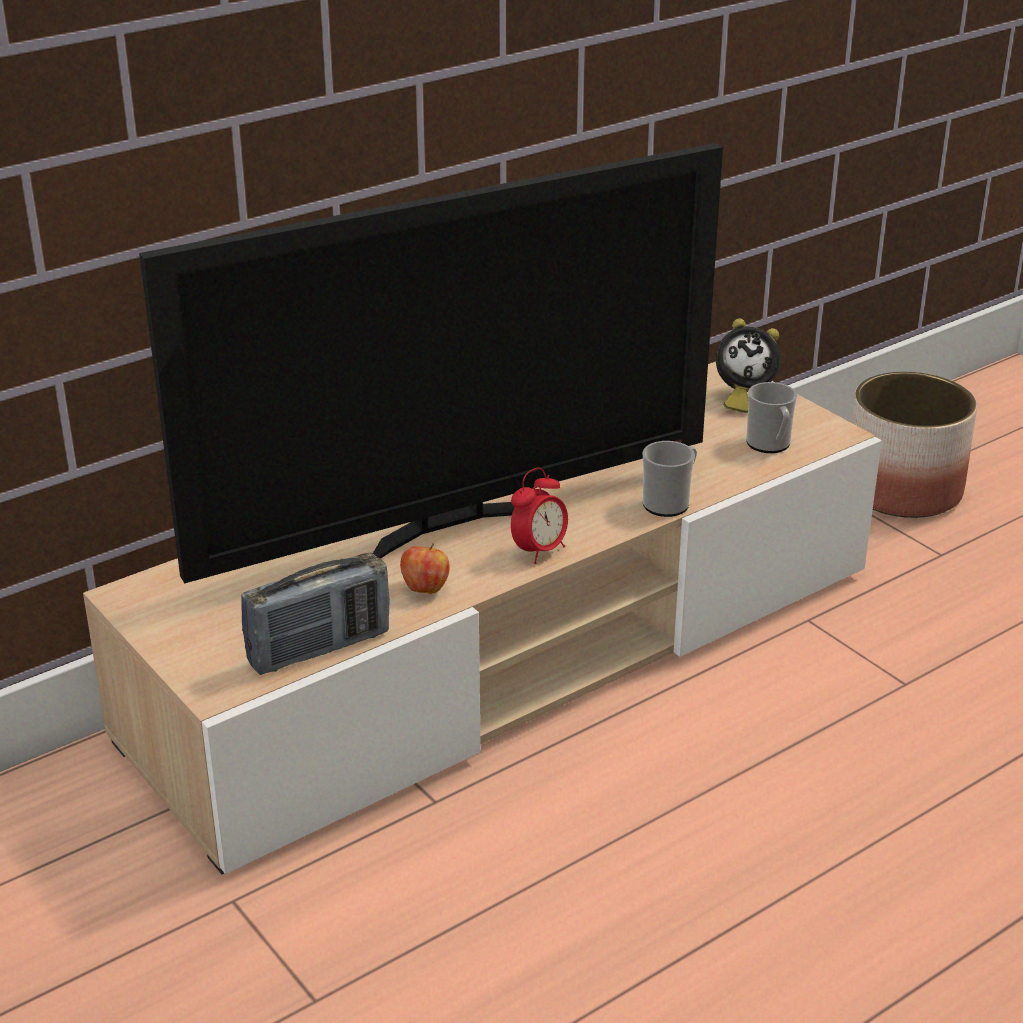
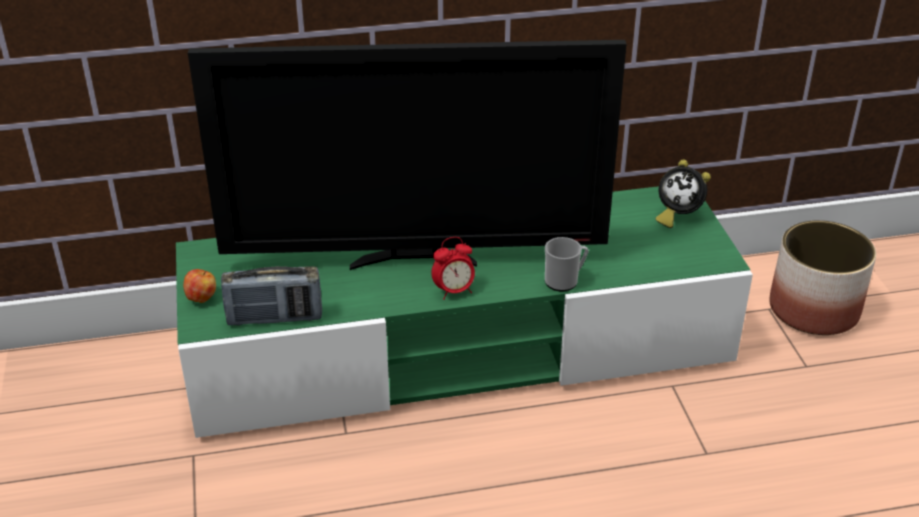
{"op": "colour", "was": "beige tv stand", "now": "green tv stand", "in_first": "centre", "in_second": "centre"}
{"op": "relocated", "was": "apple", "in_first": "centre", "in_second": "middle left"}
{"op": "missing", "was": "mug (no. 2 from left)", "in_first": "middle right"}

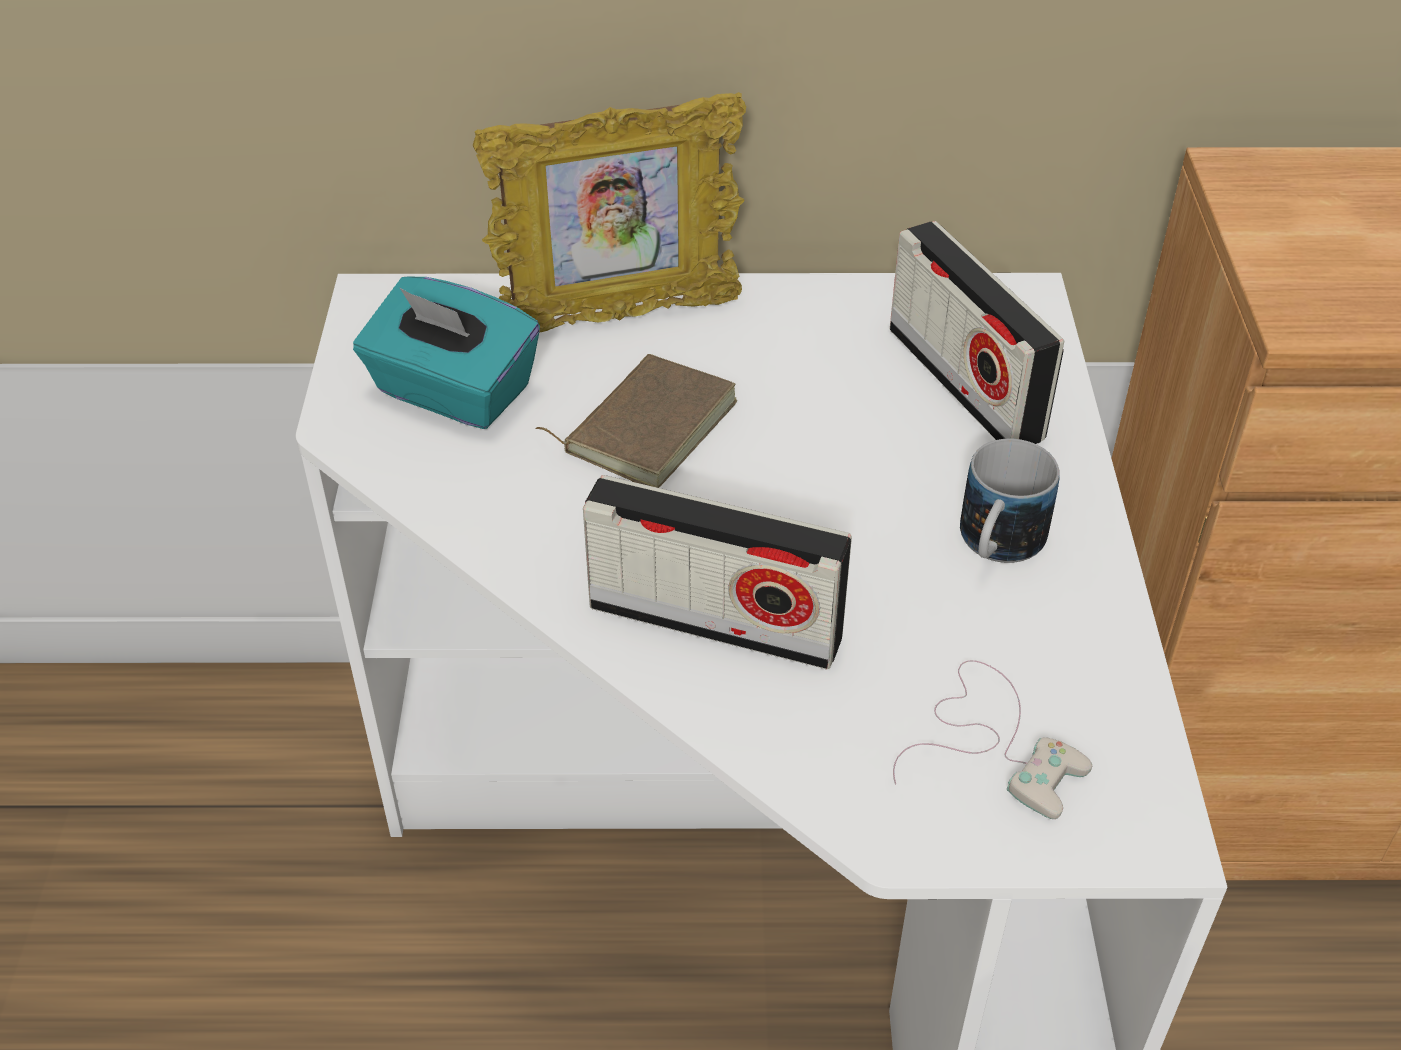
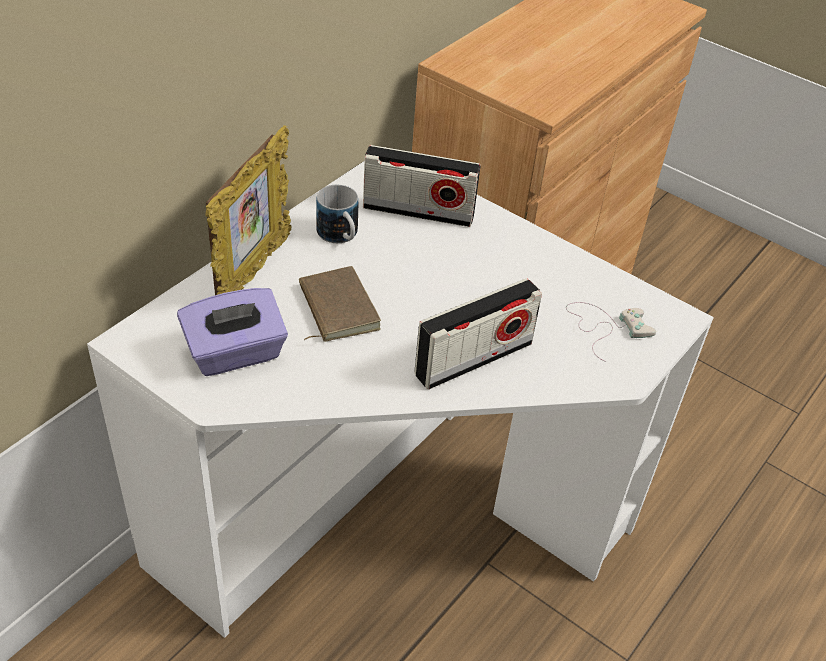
{"op": "colour", "was": "turquoise tissue box", "now": "purple tissue box", "in_first": "middle left", "in_second": "middle left"}
{"op": "relocated", "was": "mug", "in_first": "middle right", "in_second": "top centre"}

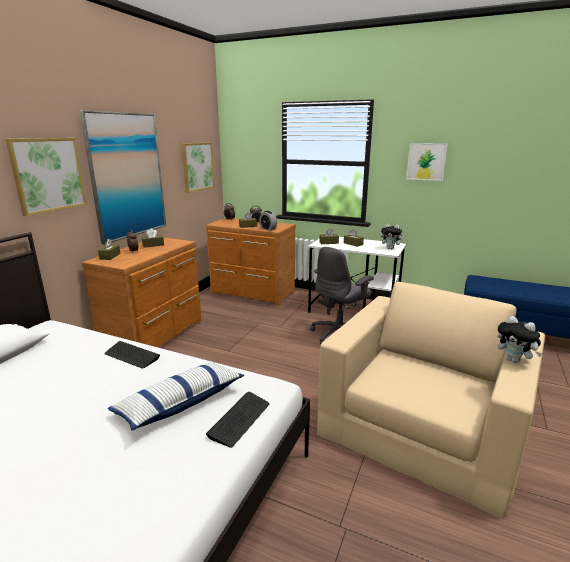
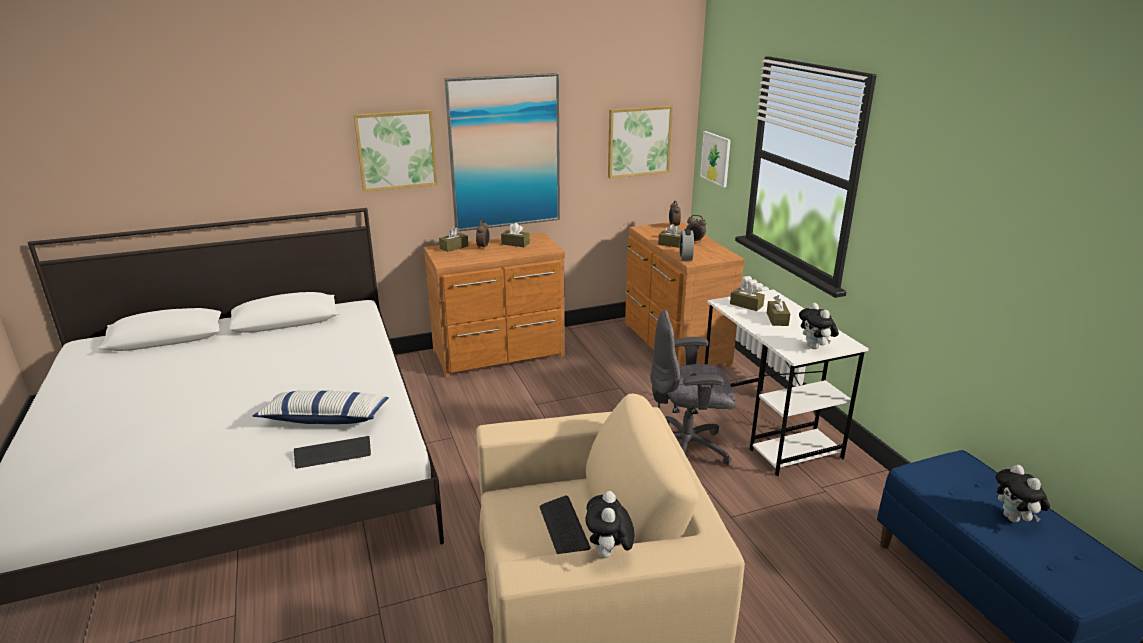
{"op": "relocated", "was": "keyboard (no. 1 from left in the first image)", "now": "keyboard (no. 2 from left)", "in_first": "middle left", "in_second": "bottom centre"}
{"op": "relocated", "was": "picture (no. 4 from left)", "in_first": "top right", "in_second": "top centre"}
{"op": "appeared", "now": "plush toy (no. 3 from left)", "in_second": "bottom right"}

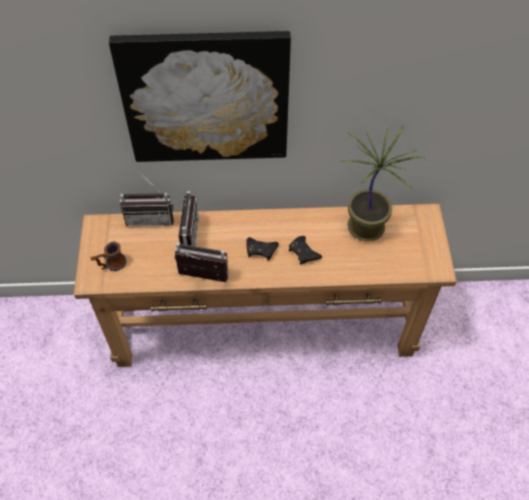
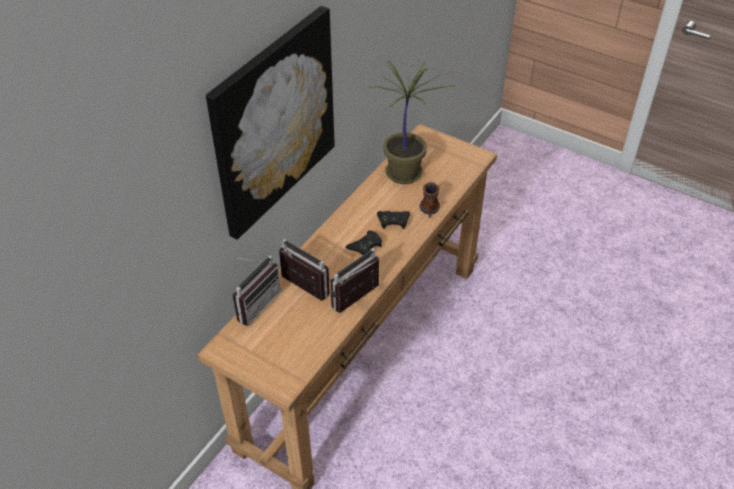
{"op": "relocated", "was": "mug", "in_first": "middle left", "in_second": "centre"}

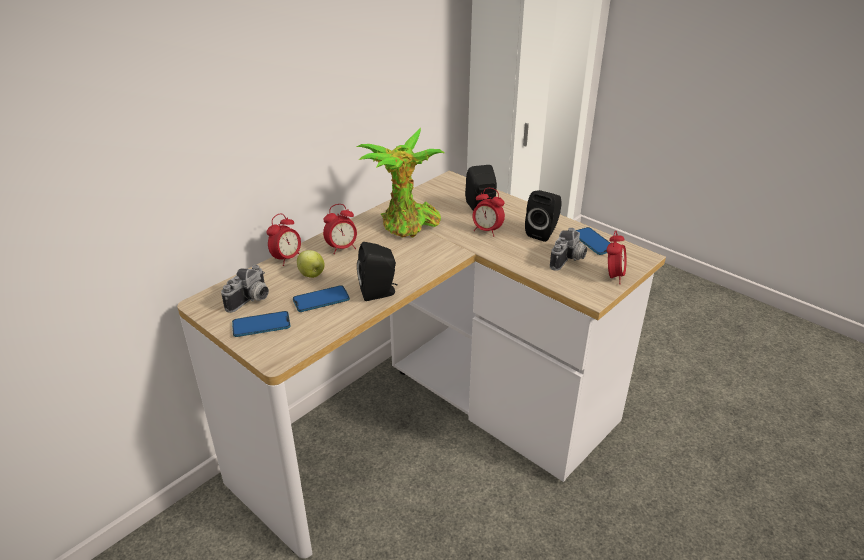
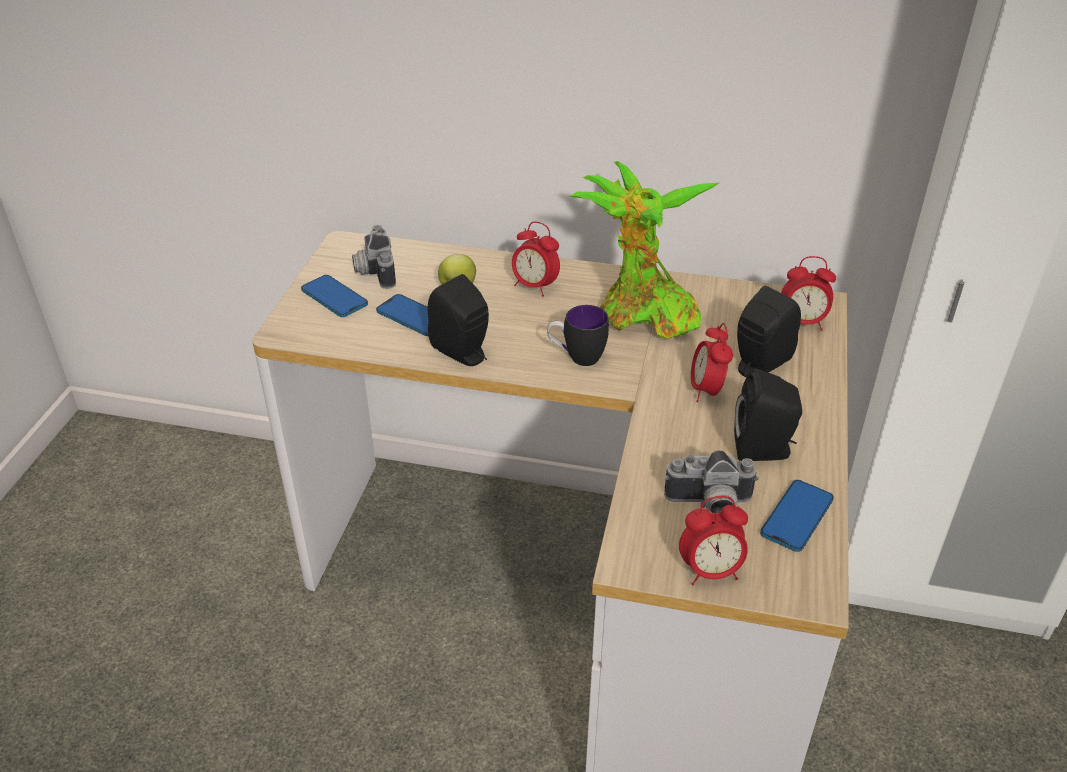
{"op": "spun", "was": "photo camera (no. 1 from left)", "in_first": "middle left", "in_second": "top centre", "clockwise": 75}
{"op": "appeared", "now": "mug", "in_second": "centre"}
{"op": "relocated", "was": "alarm clock (no. 1 from left in the first image)", "now": "alarm clock (no. 4 from left)", "in_first": "middle left", "in_second": "middle right"}

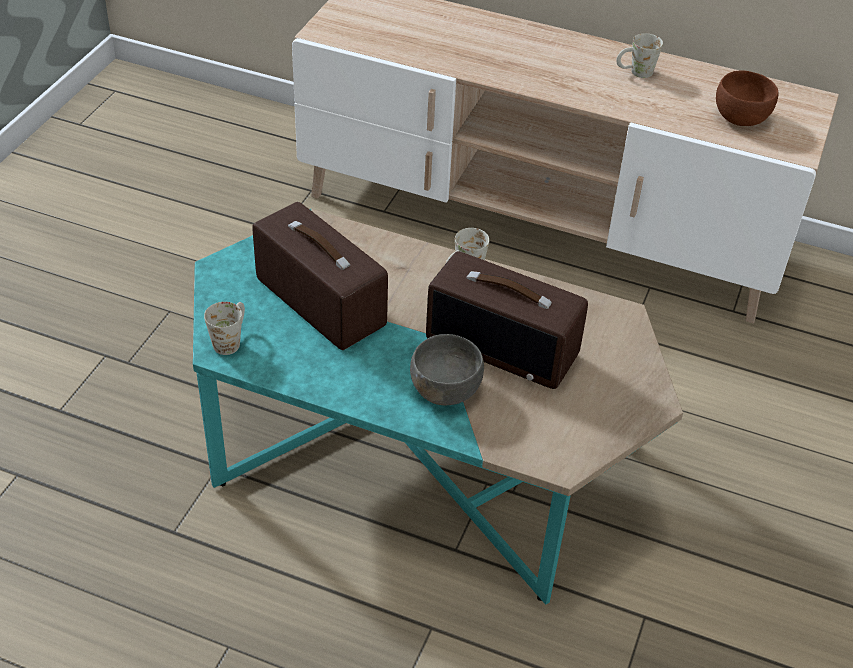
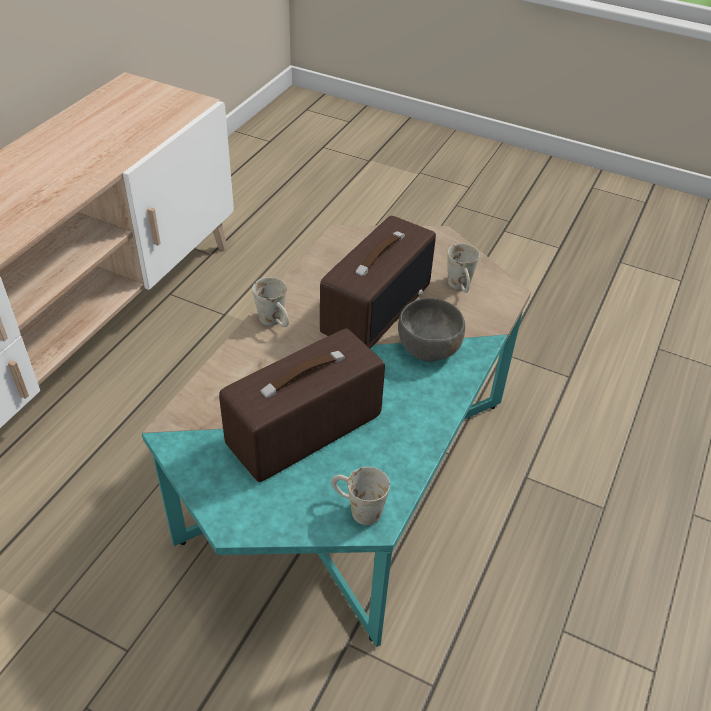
{"op": "relocated", "was": "white mug (no. 3 from left)", "in_first": "top right", "in_second": "centre"}
{"op": "missing", "was": "brown bowl", "in_first": "top right"}

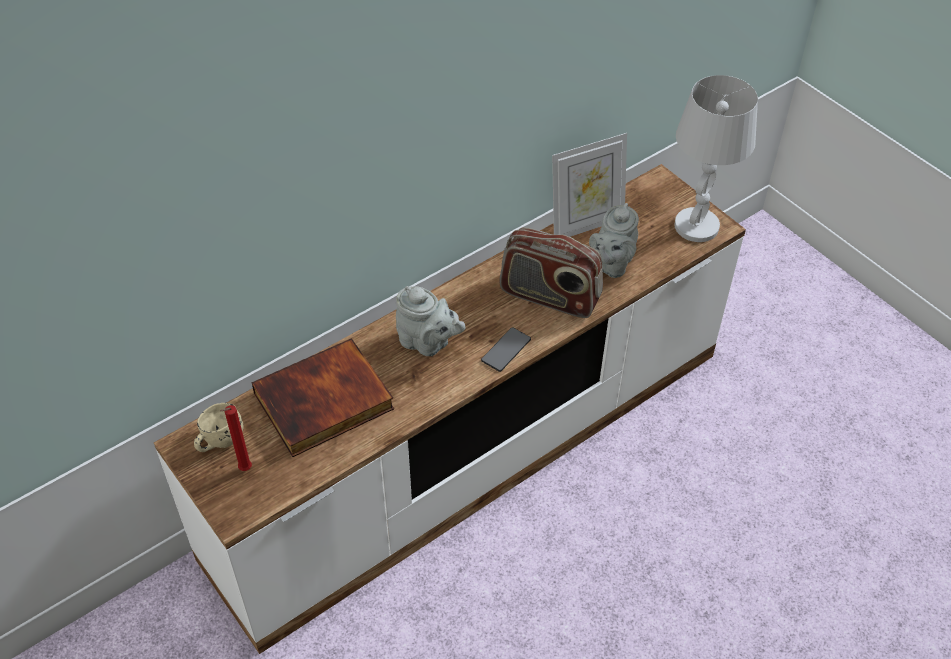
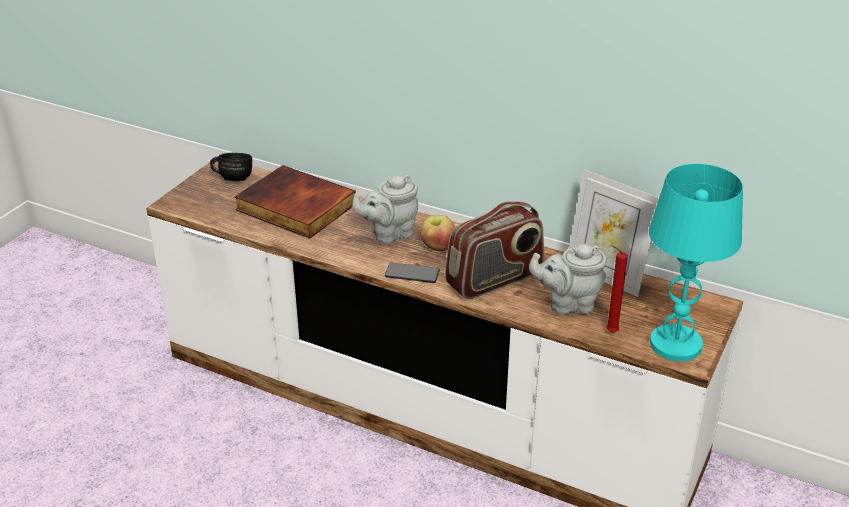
{"op": "colour", "was": "beige mug", "now": "black mug", "in_first": "middle left", "in_second": "top left"}
{"op": "spun", "was": "grey teapot (no. 1 from left)", "in_first": "centre", "in_second": "centre", "clockwise": 60}
{"op": "appeared", "now": "apple", "in_second": "centre"}
{"op": "spun", "was": "radio", "in_first": "centre", "in_second": "centre", "clockwise": -120}
{"op": "relocated", "was": "red candle", "in_first": "middle left", "in_second": "middle right"}
{"op": "colour", "was": "white table lamp", "now": "turquoise table lamp", "in_first": "top right", "in_second": "middle right"}

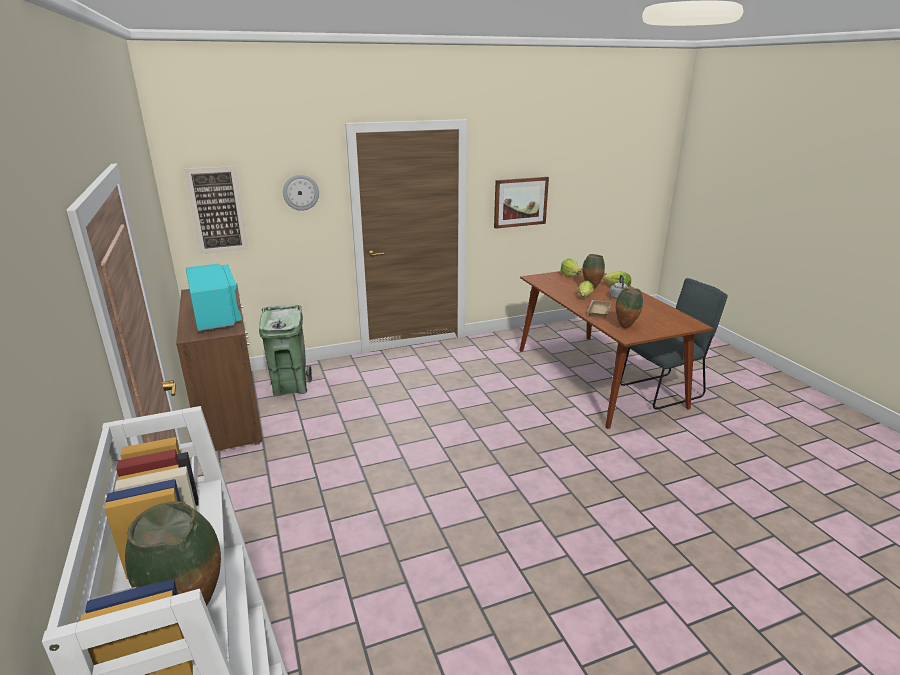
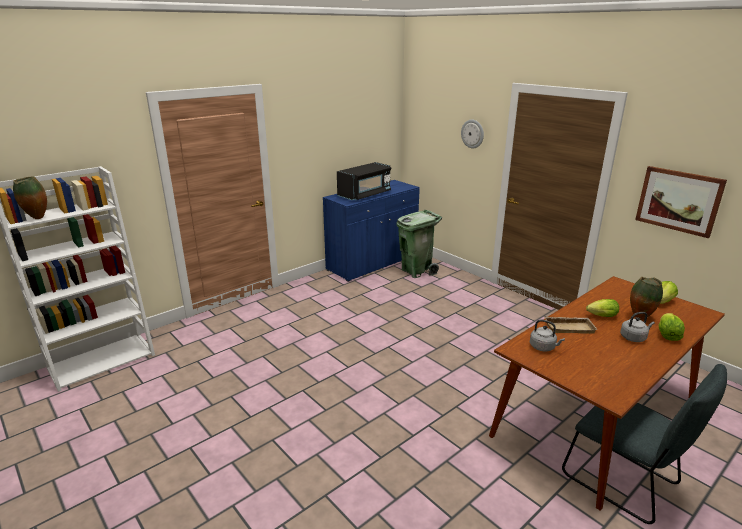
{"op": "colour", "was": "brown cabinet", "now": "blue cabinet", "in_first": "middle left", "in_second": "centre"}
{"op": "colour", "was": "turquoise microwave", "now": "black microwave", "in_first": "middle left", "in_second": "centre"}
{"op": "exchanged", "was": "vase (no. 3 from left)", "now": "grey kettle (no. 1 from left)", "in_first": "middle right", "in_second": "middle right"}
{"op": "missing", "was": "picture (no. 1 from left)", "in_first": "top left"}

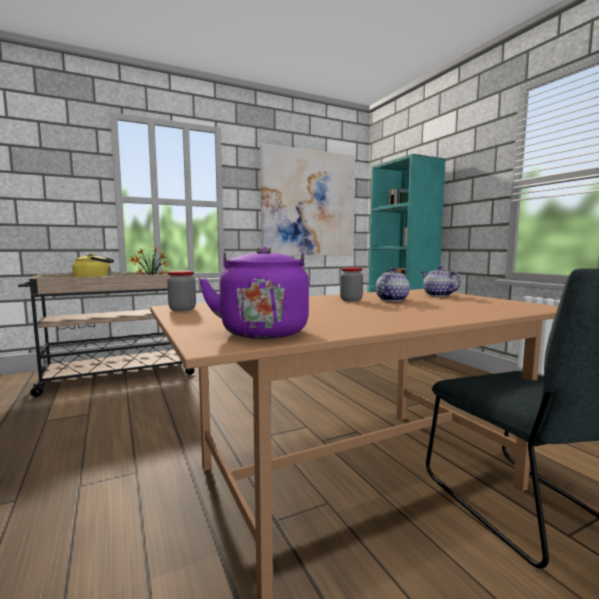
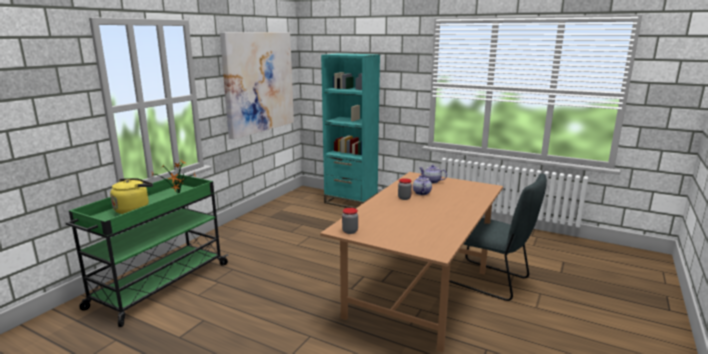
{"op": "colour", "was": "beige cart", "now": "green cart", "in_first": "middle left", "in_second": "bottom left"}
{"op": "missing", "was": "purple kettle", "in_first": "centre"}

